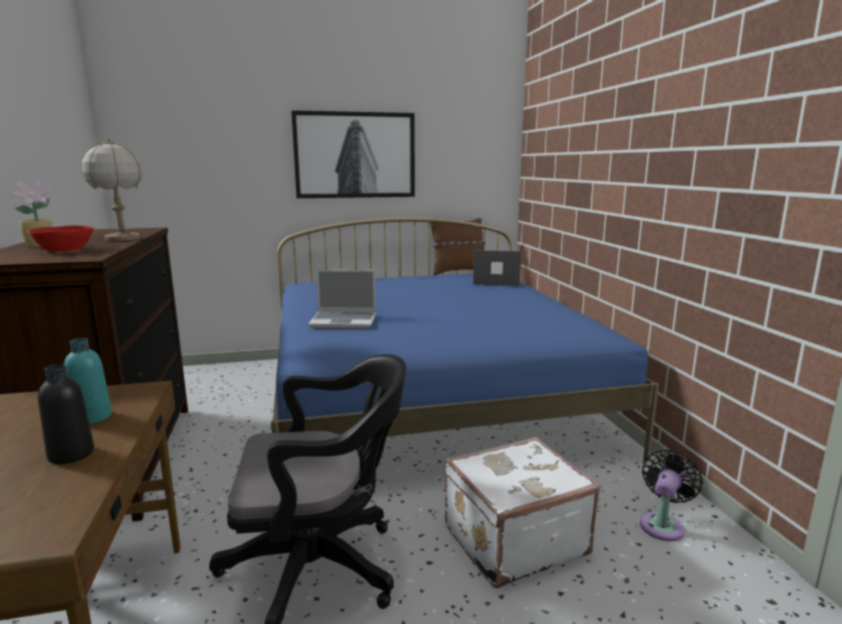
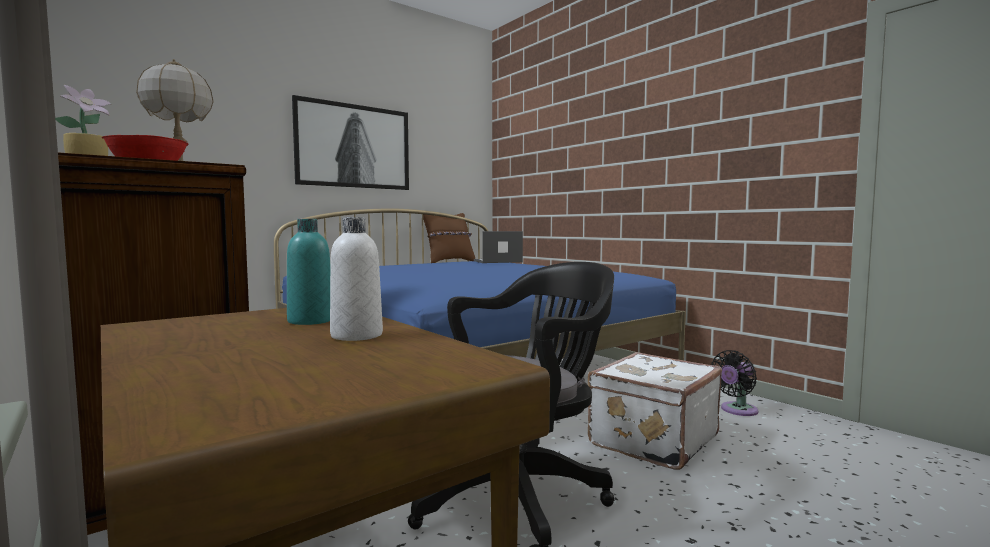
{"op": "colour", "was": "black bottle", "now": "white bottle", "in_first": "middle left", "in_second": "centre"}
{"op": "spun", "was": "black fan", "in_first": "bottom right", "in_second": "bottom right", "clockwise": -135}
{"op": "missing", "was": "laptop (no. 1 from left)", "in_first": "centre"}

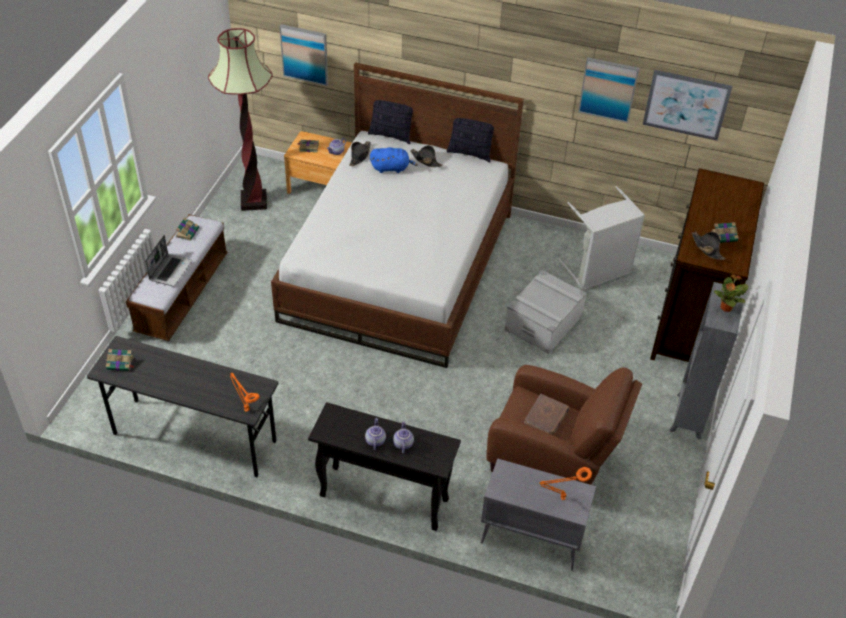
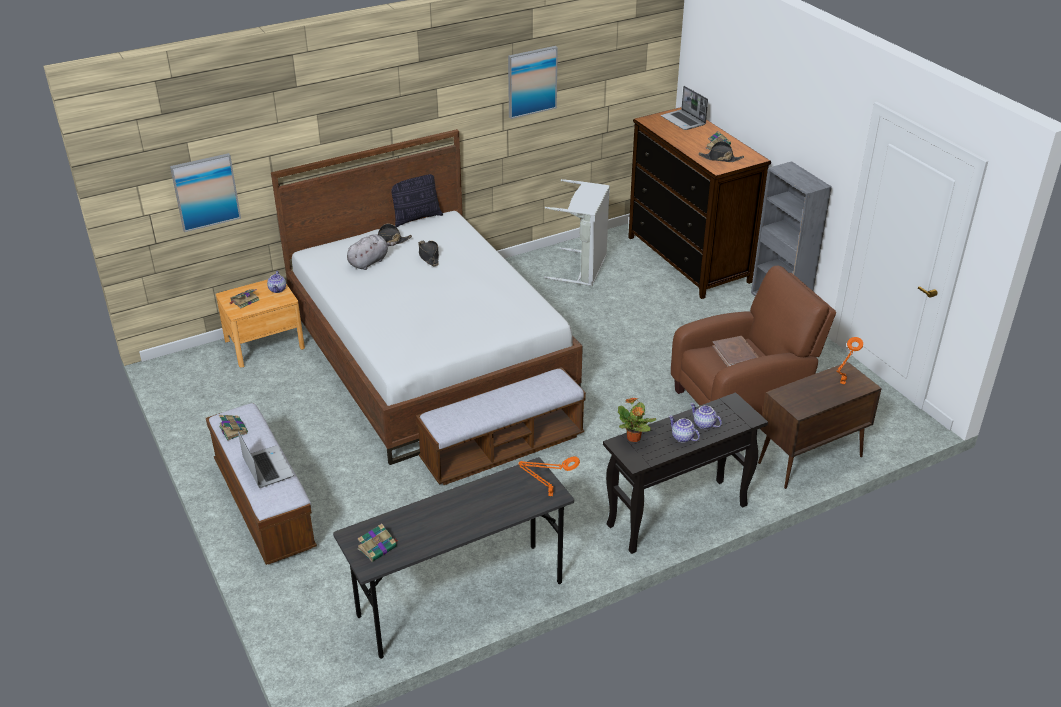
{"op": "colour", "was": "blue plush toy", "now": "grey plush toy", "in_first": "top centre", "in_second": "centre"}
{"op": "appeared", "now": "bench (no. 2 from left)", "in_second": "centre"}
{"op": "relocated", "was": "black hat (no. 1 from left in the first image)", "now": "black hat (no. 2 from left)", "in_first": "top centre", "in_second": "centre"}
{"op": "relocated", "was": "potted plant", "in_first": "middle right", "in_second": "centre"}
{"op": "appeared", "now": "laptop (no. 2 from left)", "in_second": "top centre"}
{"op": "colour", "was": "grey cabinet", "now": "brown cabinet", "in_first": "bottom centre", "in_second": "middle right"}
{"op": "missing", "was": "floor lamp", "in_first": "top left"}
{"op": "missing", "was": "pillow (no. 1 from left)", "in_first": "top centre"}
{"op": "missing", "was": "grey storage box", "in_first": "centre"}
{"op": "missing", "was": "picture (no. 3 from left)", "in_first": "top right"}

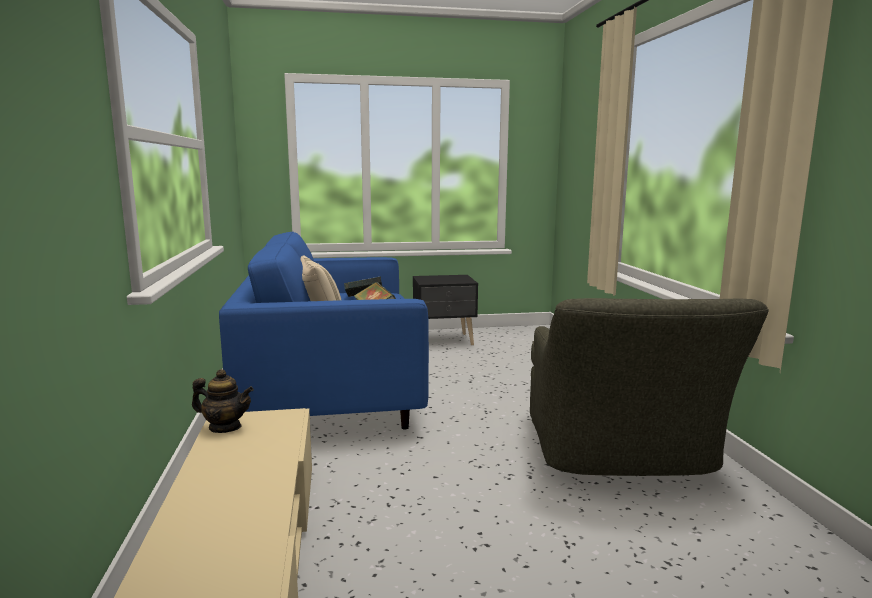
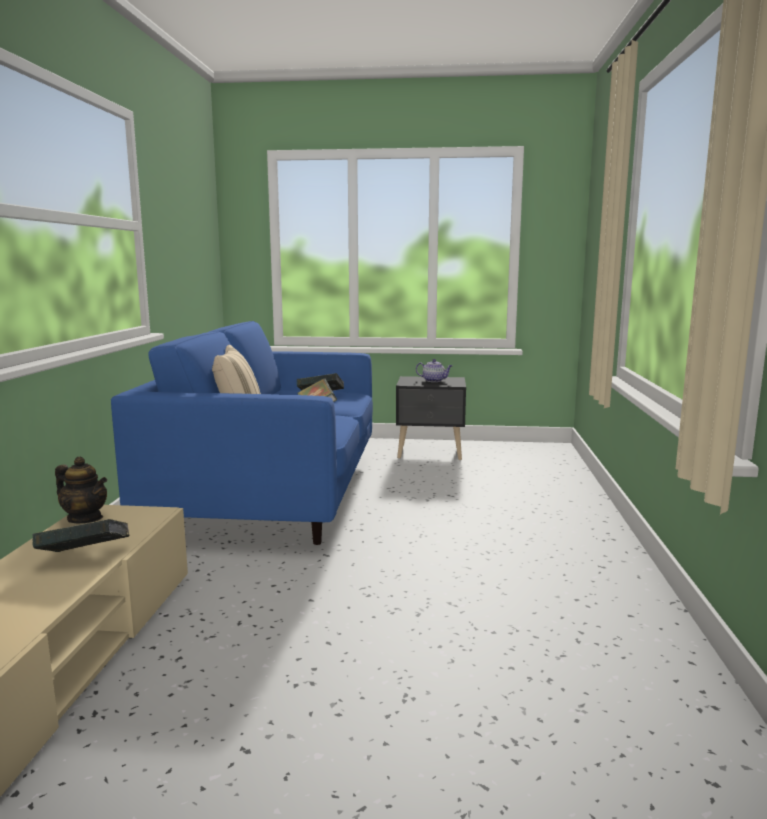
{"op": "appeared", "now": "book (no. 1 from left)", "in_second": "middle left"}
{"op": "appeared", "now": "teapot (no. 2 from left)", "in_second": "centre"}
{"op": "missing", "was": "green armchair", "in_first": "middle right"}

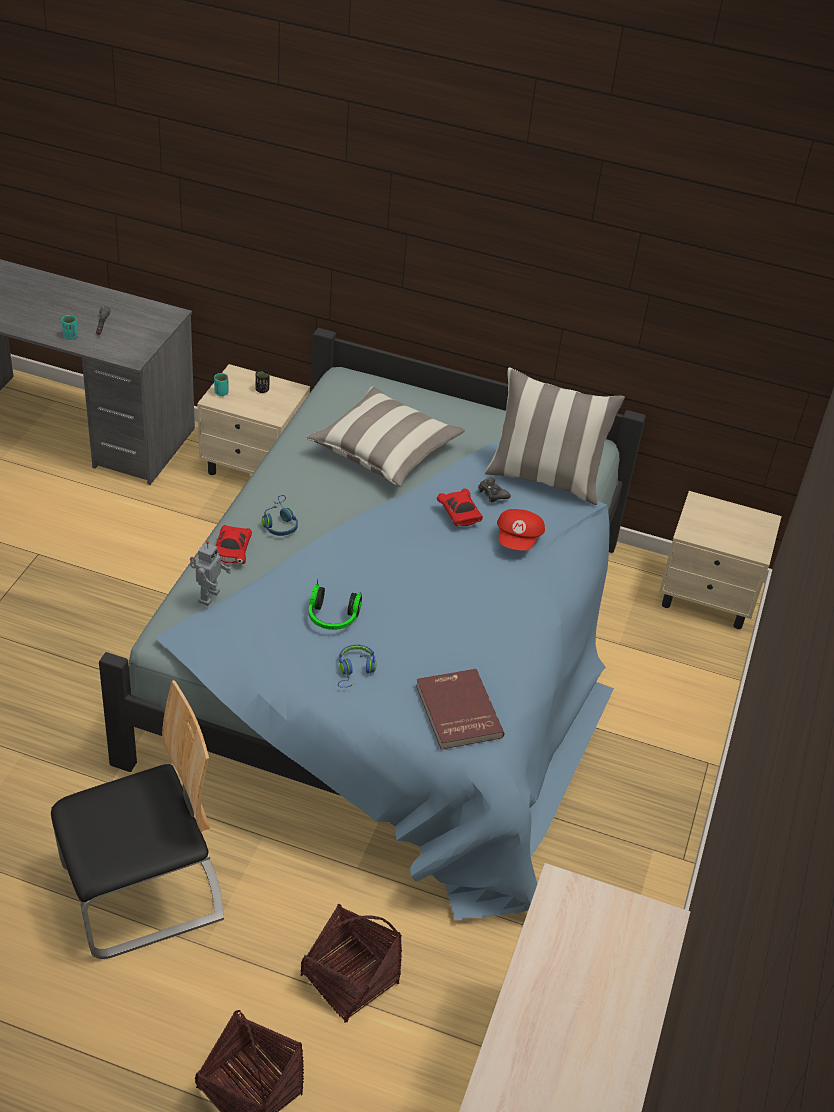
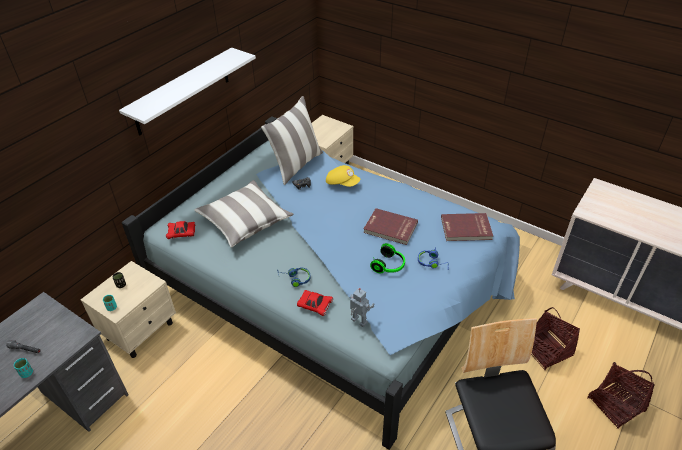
{"op": "appeared", "now": "white shelf", "in_second": "top left"}
{"op": "relocated", "was": "red toy car (no. 2 from left in the first image)", "now": "red toy car (no. 1 from left)", "in_first": "centre", "in_second": "middle left"}
{"op": "colour", "was": "red cap", "now": "yellow cap", "in_first": "centre", "in_second": "centre"}
{"op": "appeared", "now": "red book (no. 1 from left)", "in_second": "centre"}

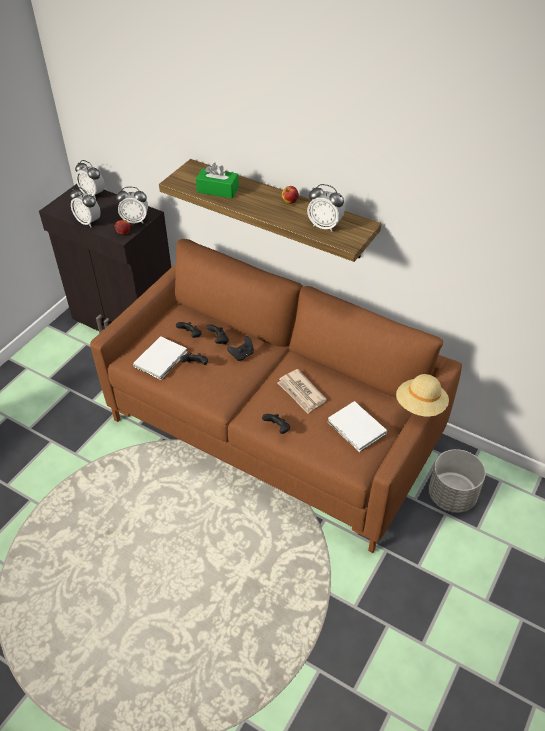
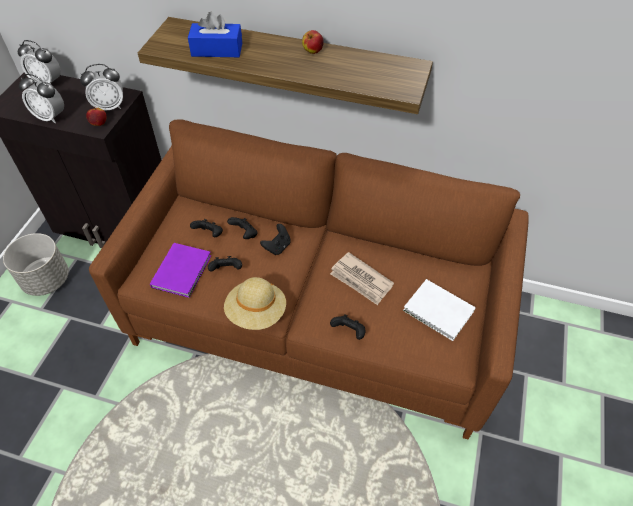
{"op": "relocated", "was": "grey planter", "in_first": "middle right", "in_second": "middle left"}
{"op": "colour", "was": "white book (no. 1 from left)", "now": "purple book", "in_first": "middle left", "in_second": "middle left"}
{"op": "colour", "was": "green tissue box", "now": "blue tissue box", "in_first": "top centre", "in_second": "top centre"}
{"op": "relocated", "was": "beige hat", "in_first": "middle right", "in_second": "centre"}
{"op": "missing", "was": "alarm clock (no. 4 from left)", "in_first": "top centre"}

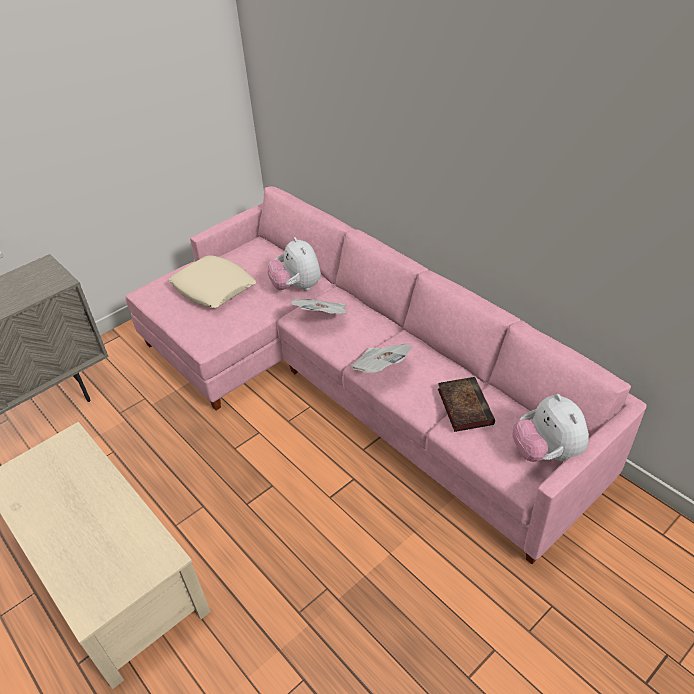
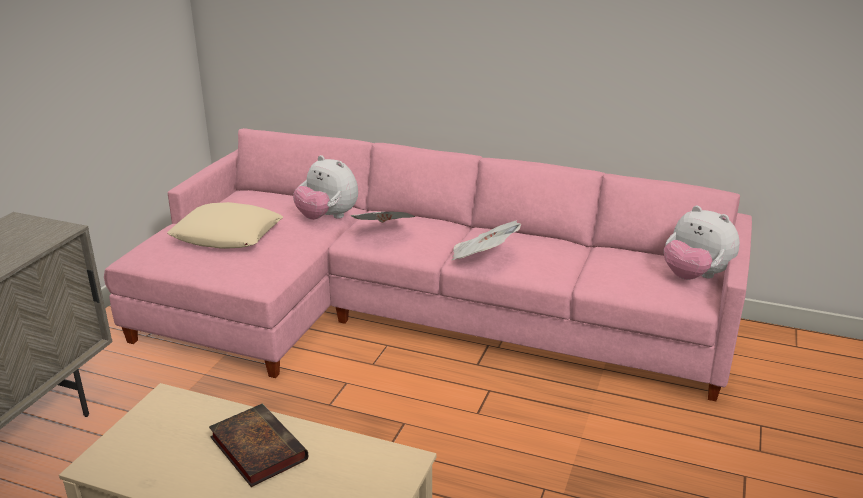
{"op": "relocated", "was": "book", "in_first": "middle right", "in_second": "bottom left"}

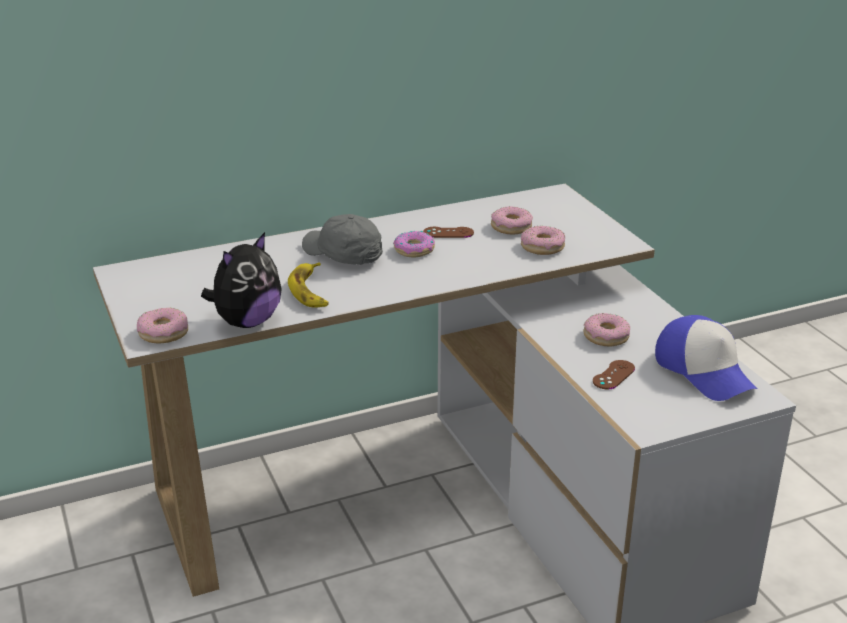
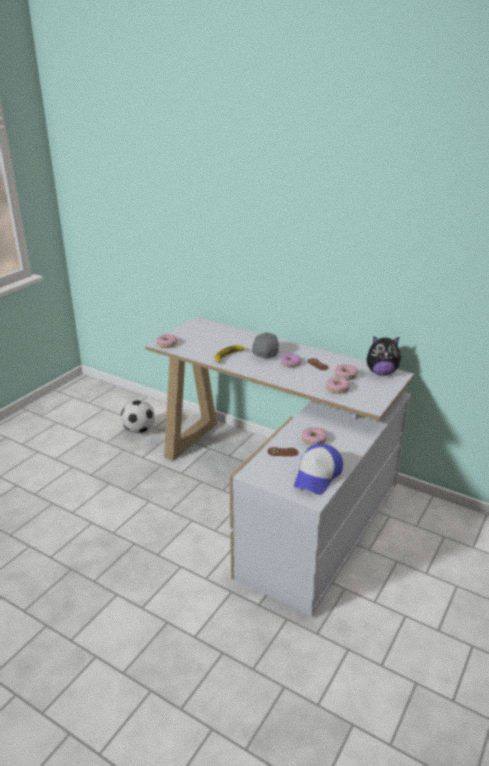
{"op": "appeared", "now": "football", "in_second": "middle left"}
{"op": "relocated", "was": "plush toy", "in_first": "middle left", "in_second": "middle right"}

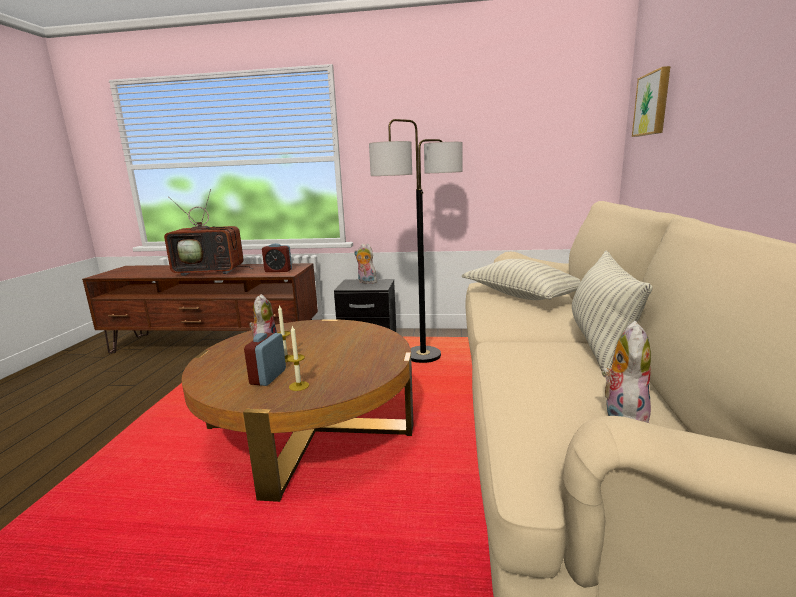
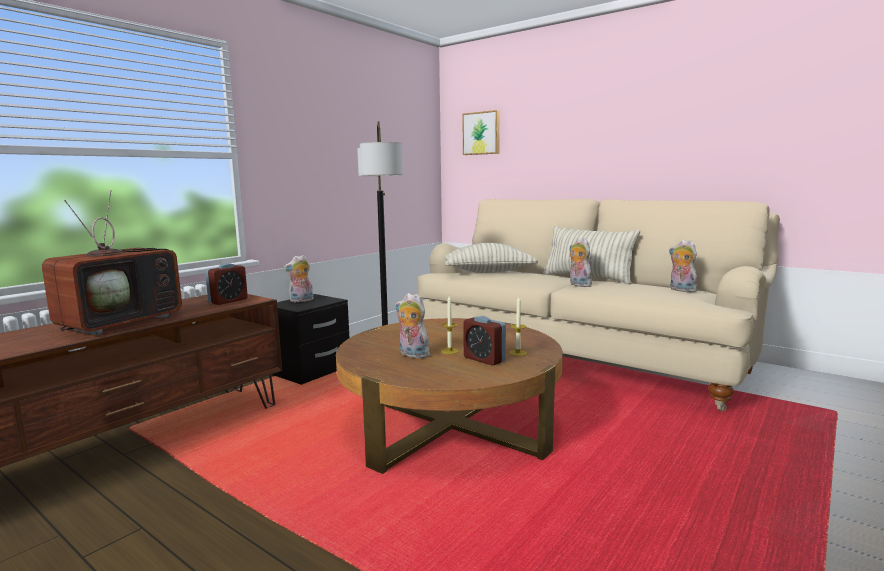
{"op": "appeared", "now": "plush toy (no. 3 from left)", "in_second": "centre"}

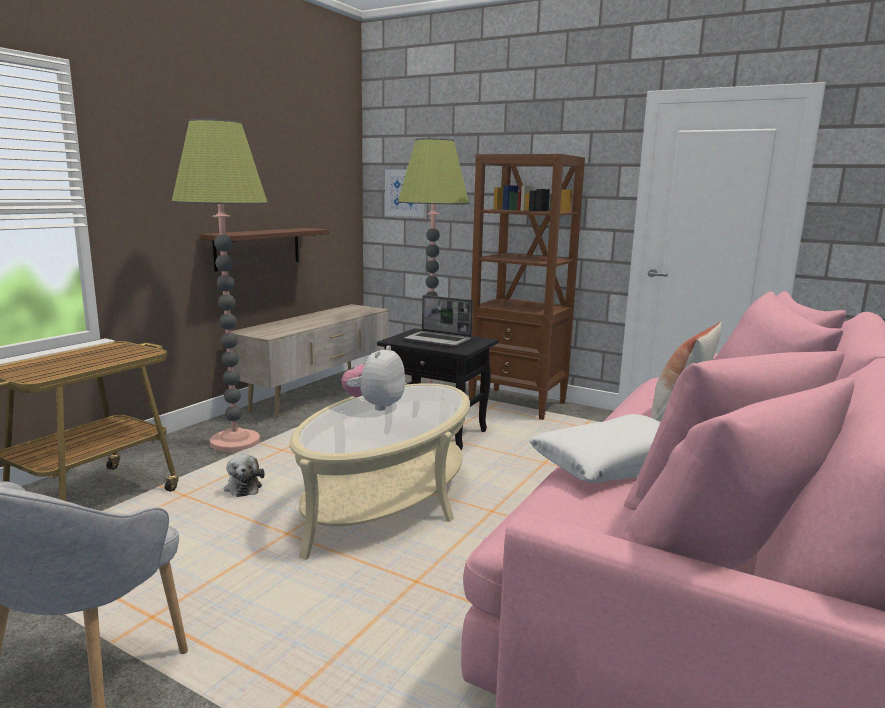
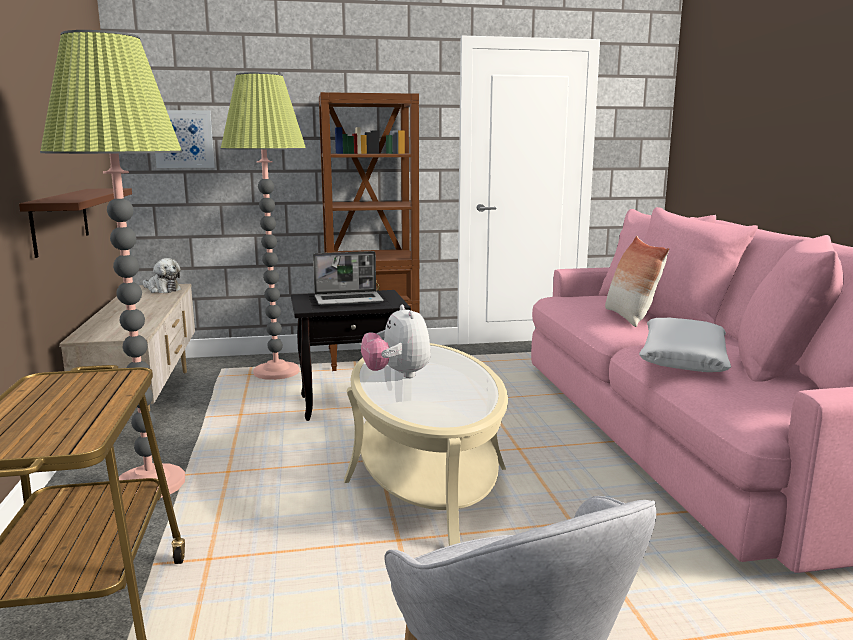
{"op": "relocated", "was": "plush toy (no. 1 from left)", "in_first": "bottom left", "in_second": "middle left"}

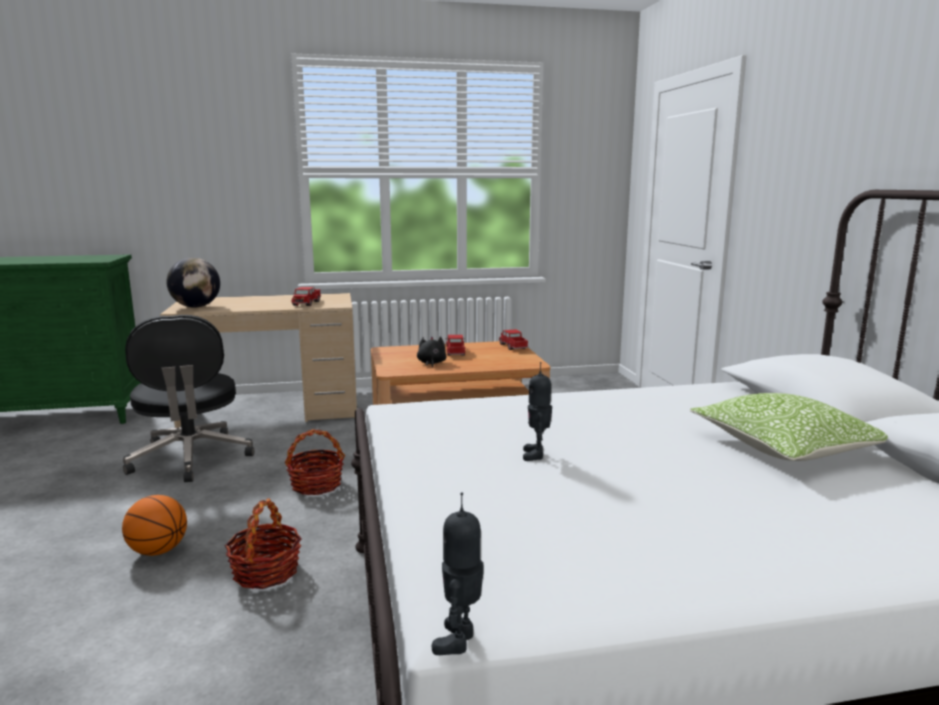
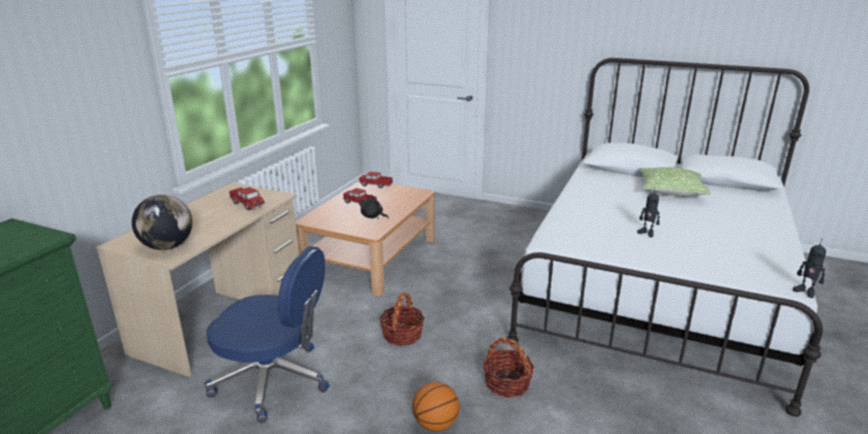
{"op": "colour", "was": "black office chair", "now": "blue office chair", "in_first": "middle left", "in_second": "bottom left"}

